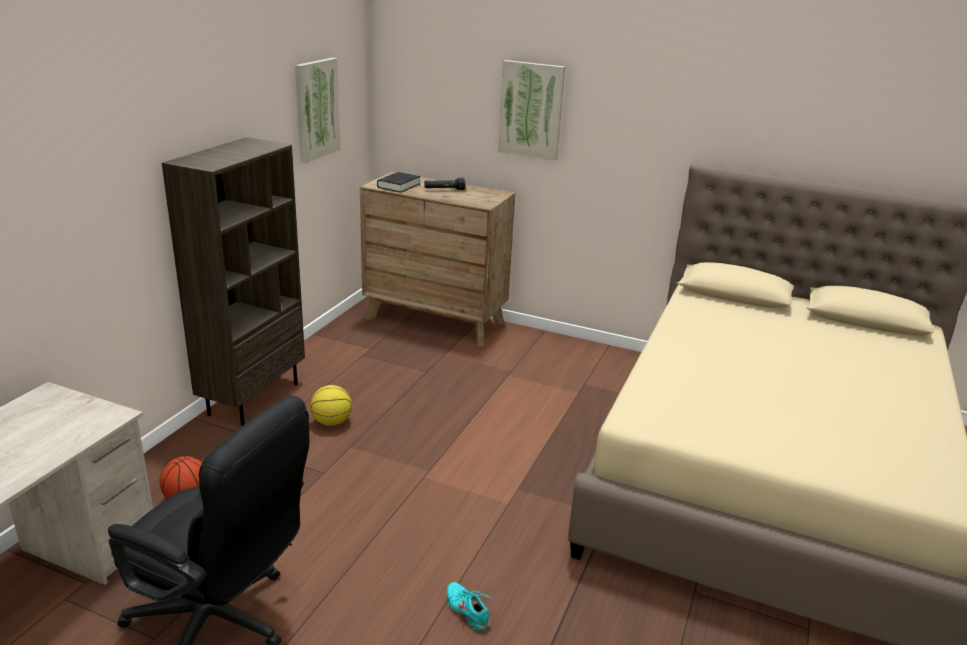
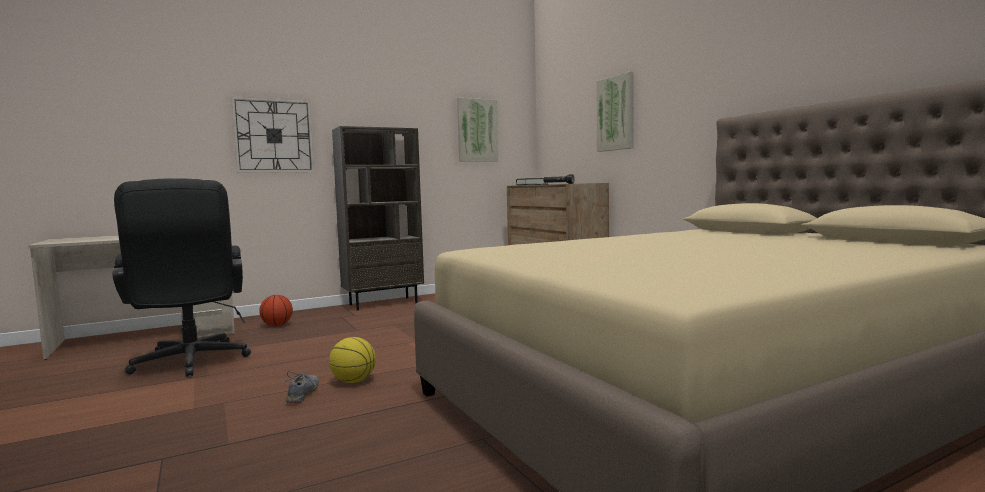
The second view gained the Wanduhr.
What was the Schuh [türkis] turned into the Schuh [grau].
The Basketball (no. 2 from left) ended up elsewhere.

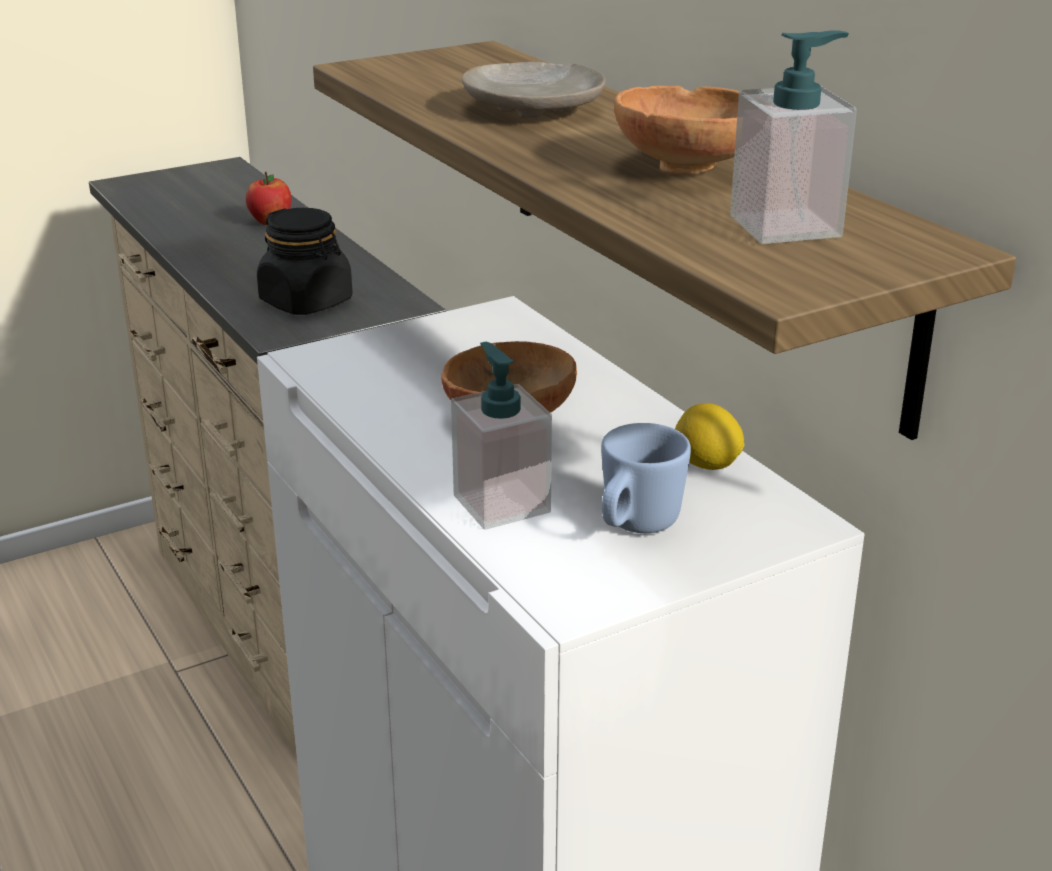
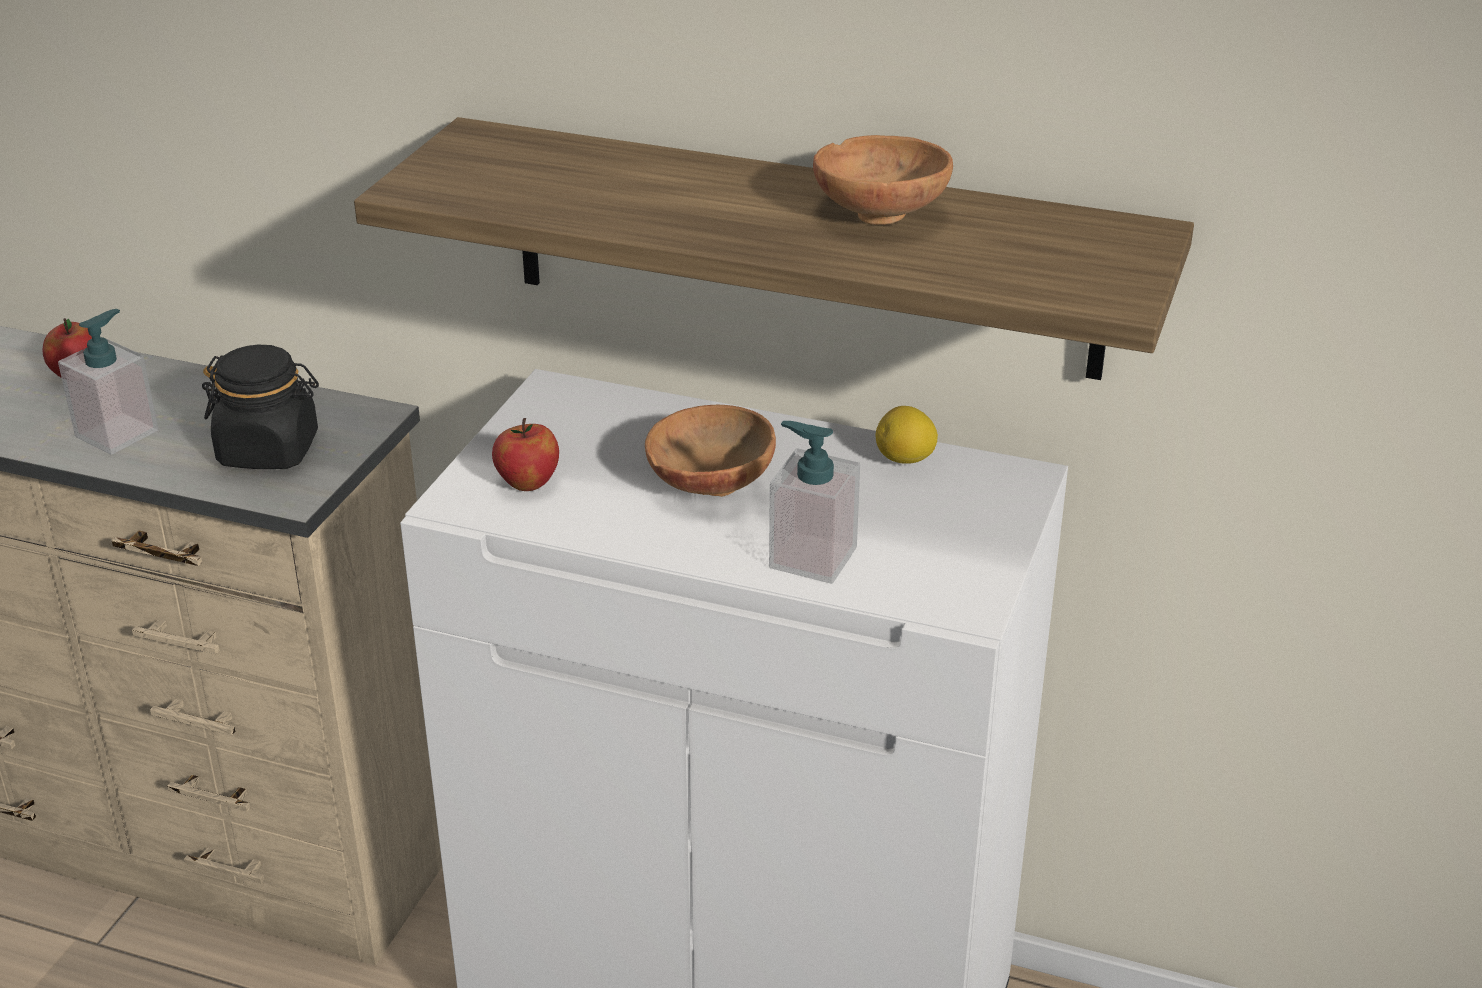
The Seifenspender (no. 2 from left in the first image) ended up elsewhere.
The second view gained the Apfel (no. 2 from left).
The second view lost the Teller [beige].
The second view lost the Henkelbecher [blau].

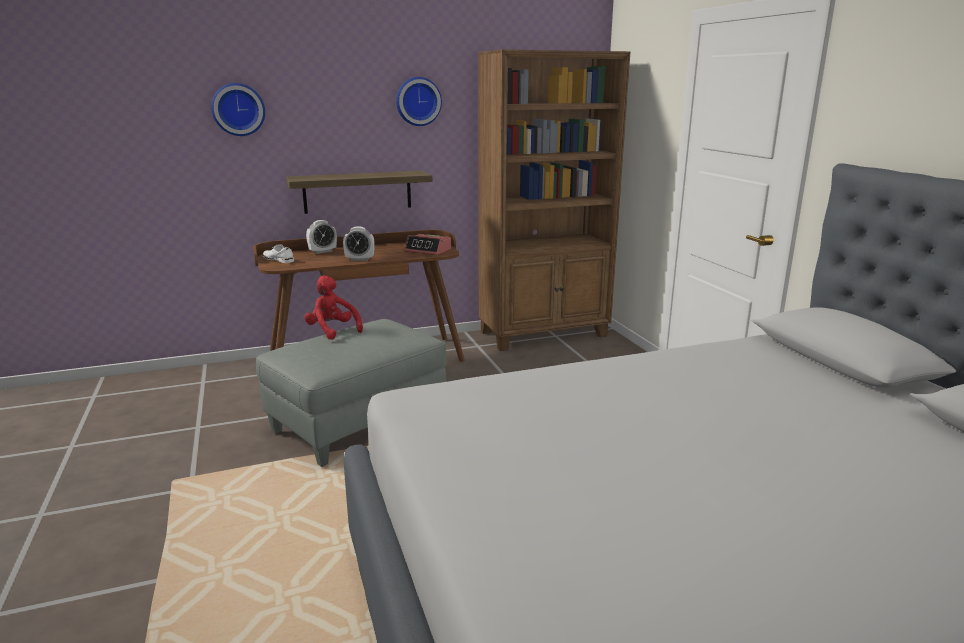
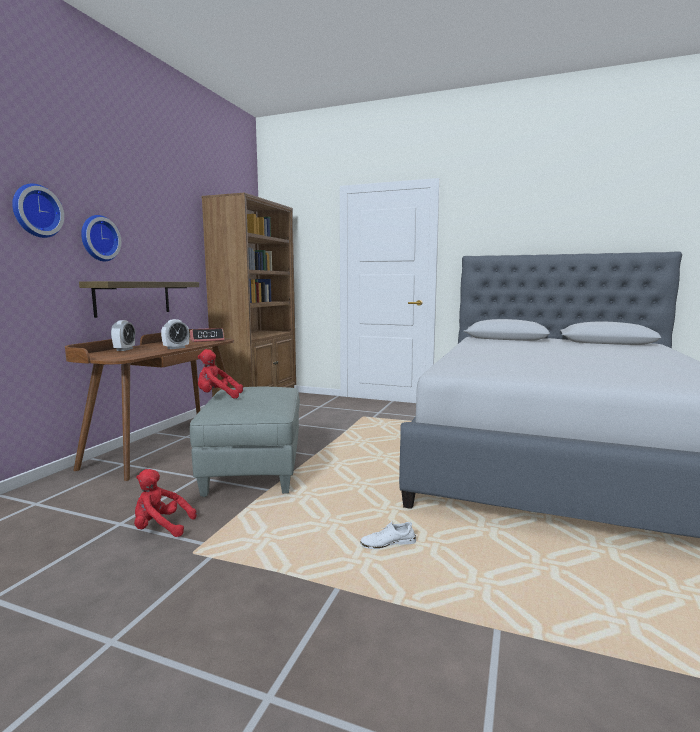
The Wanduhr (no. 2 from left) ended up elsewhere.
The second view gained the Plüschtier [rot] (no. 1 from left).
The Schuh [weiß] ended up elsewhere.

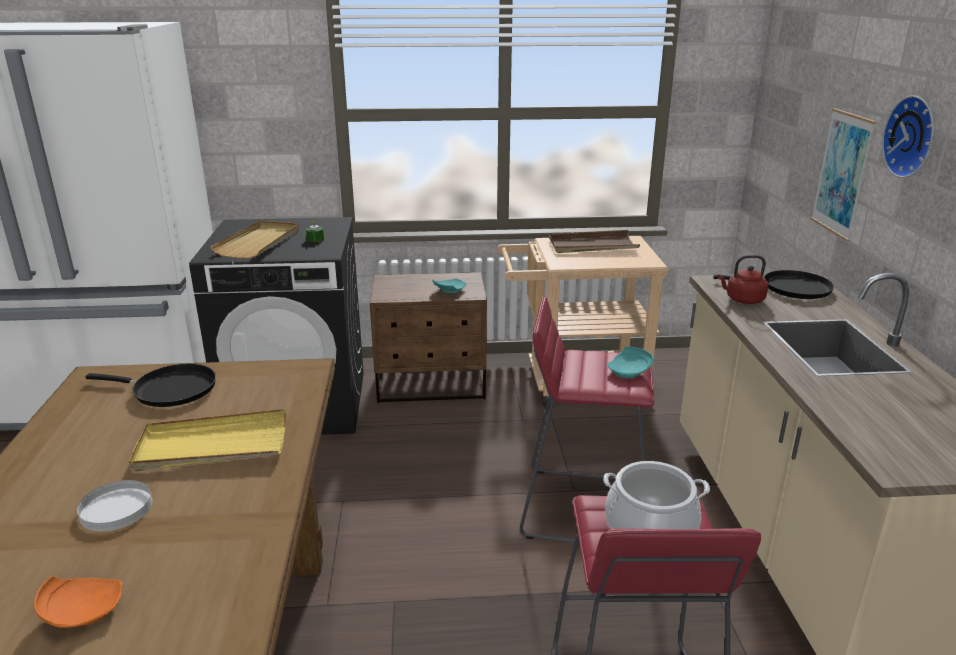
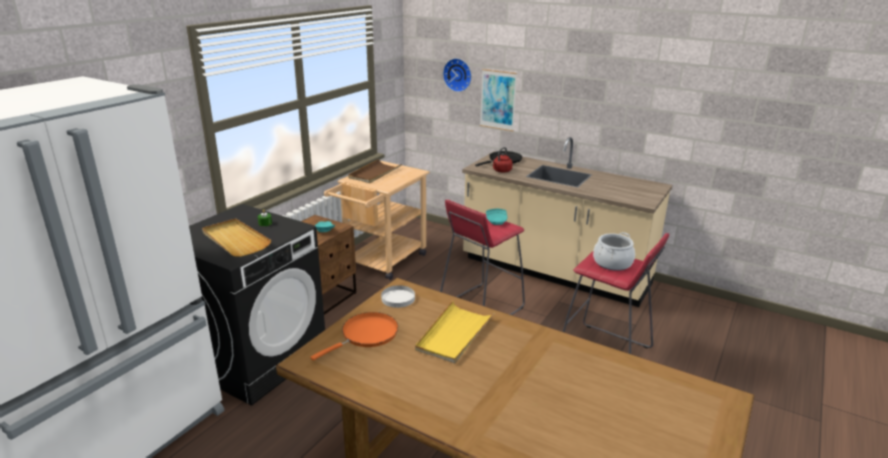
What was the Pfanne [schwarz] (no. 1 from left) turned into the Pfanne [orange].
The Teller [weiß] ended up elsewhere.
The Wanduhr ended up elsewhere.
The second view lost the Teller [orange].

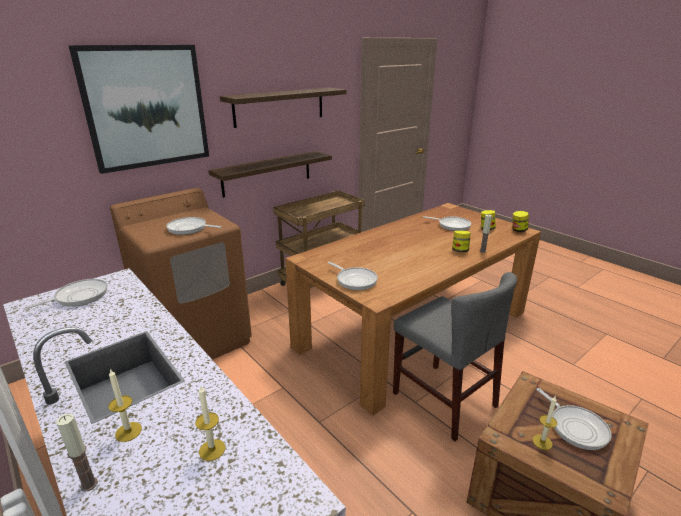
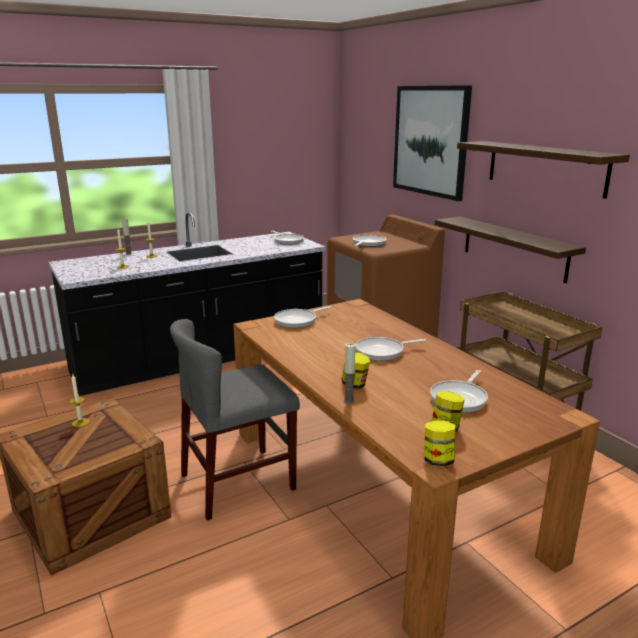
The Pfanne (no. 5 from left in the first image) ended up elsewhere.

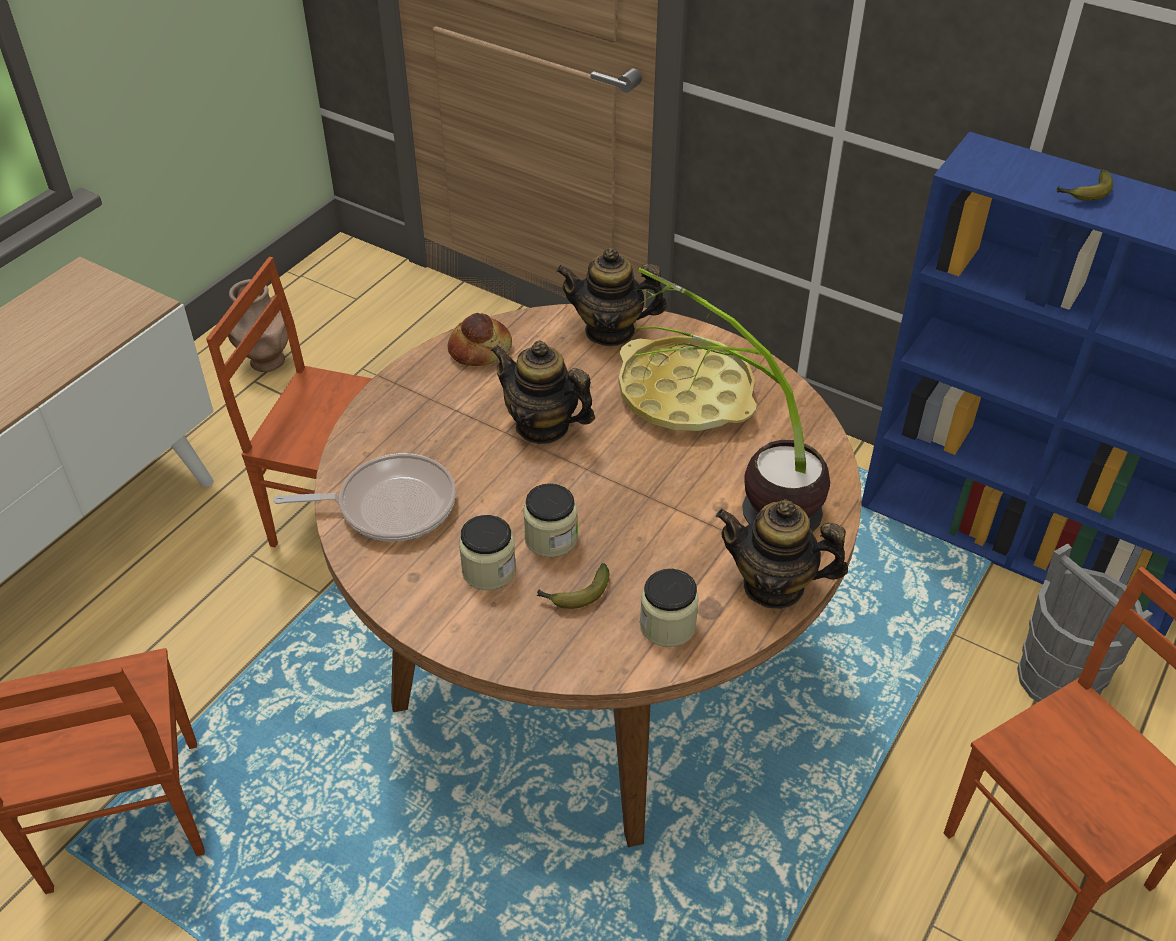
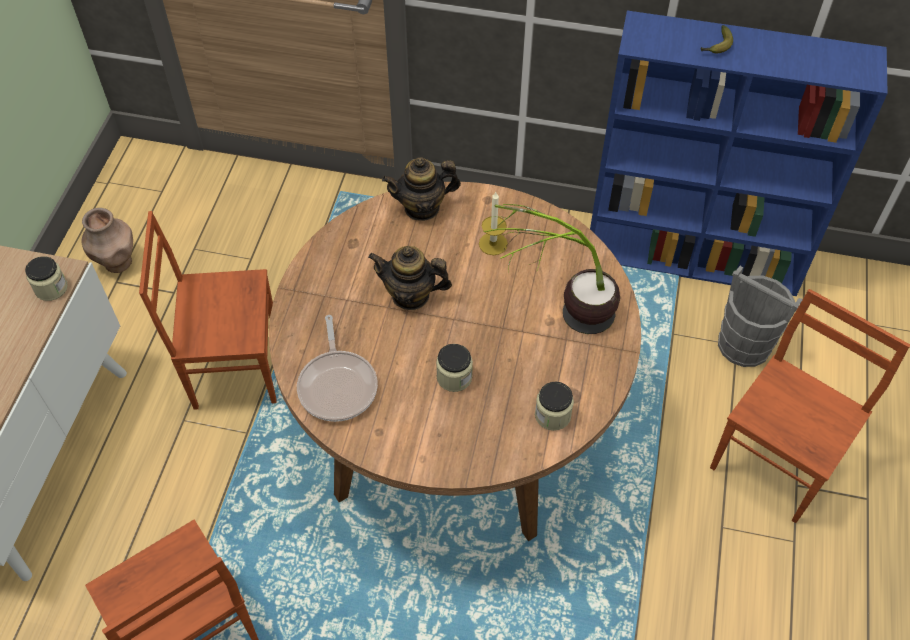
The Vorratsglas (no. 1 from left) ended up elsewhere.
The Pfanne ended up facing another way, 105 degrees clockwise from before.
Where the Tablett [gelb] stood, the Kerze came to stand.
The second view lost the Brot.
The second view lost the Banane (no. 1 from left).
The second view lost the Teekanne (no. 3 from left).

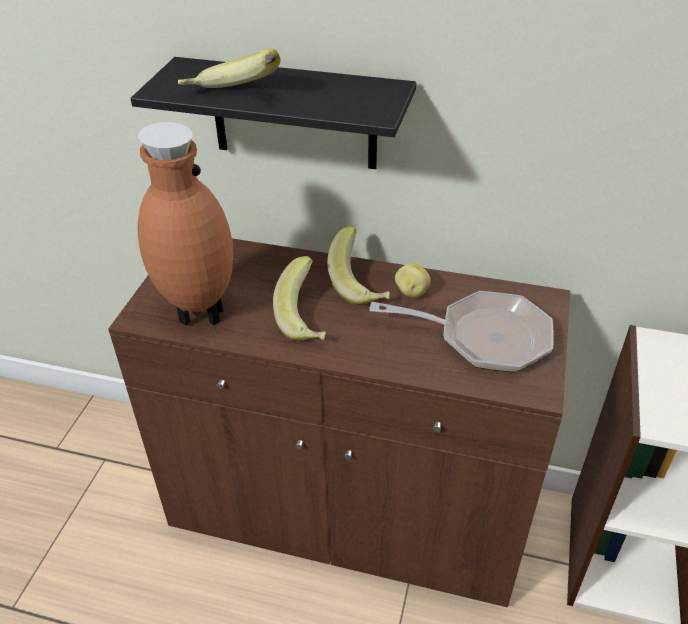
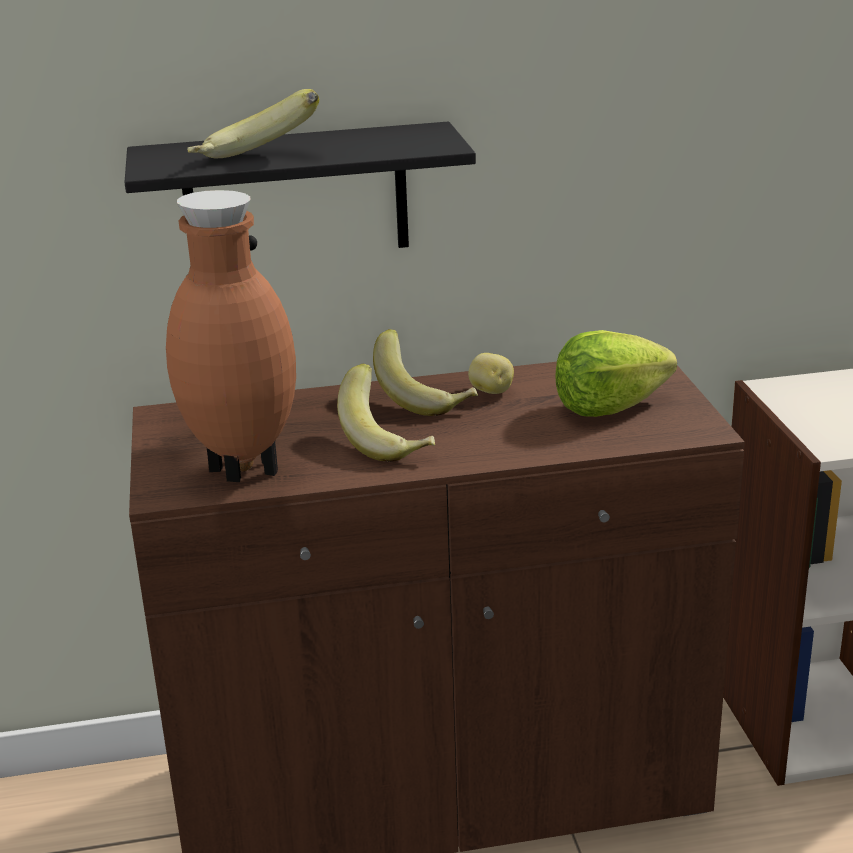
Where the Pfanne stood, the Salatkopf came to stand.

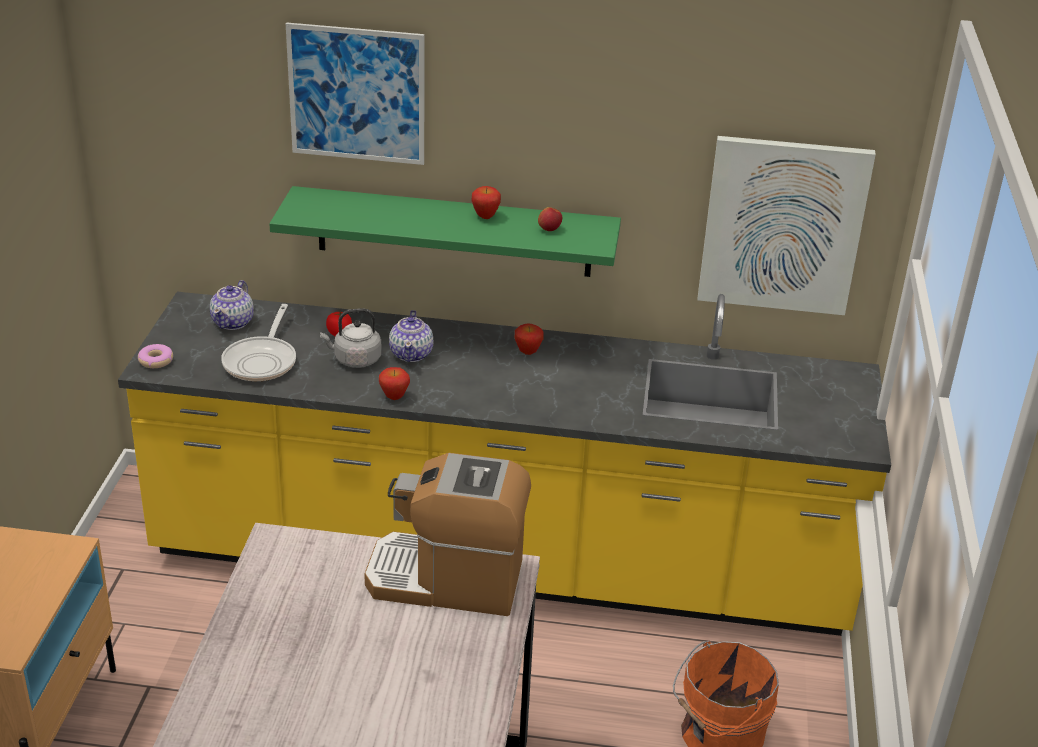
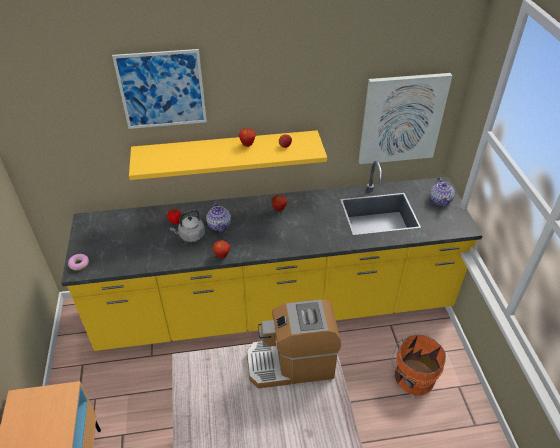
What was the Wandregal [grün] turned into the Wandregal [gelb].
The Teekanne (no. 1 from left in the first image) ended up elsewhere.
The second view lost the Pfanne.

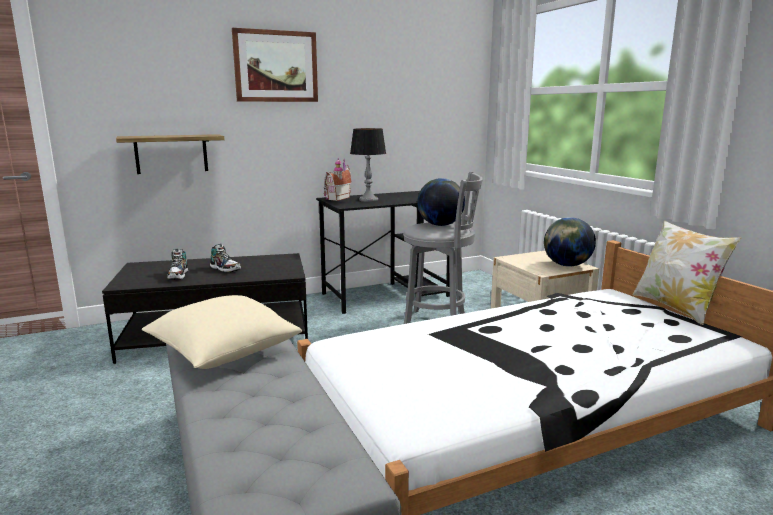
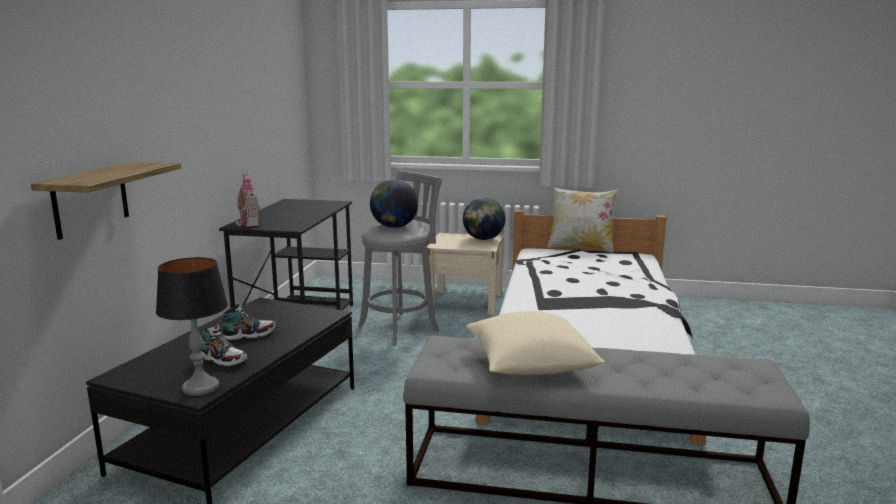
The Tischlampe ended up elsewhere.
The second view lost the Bild.

